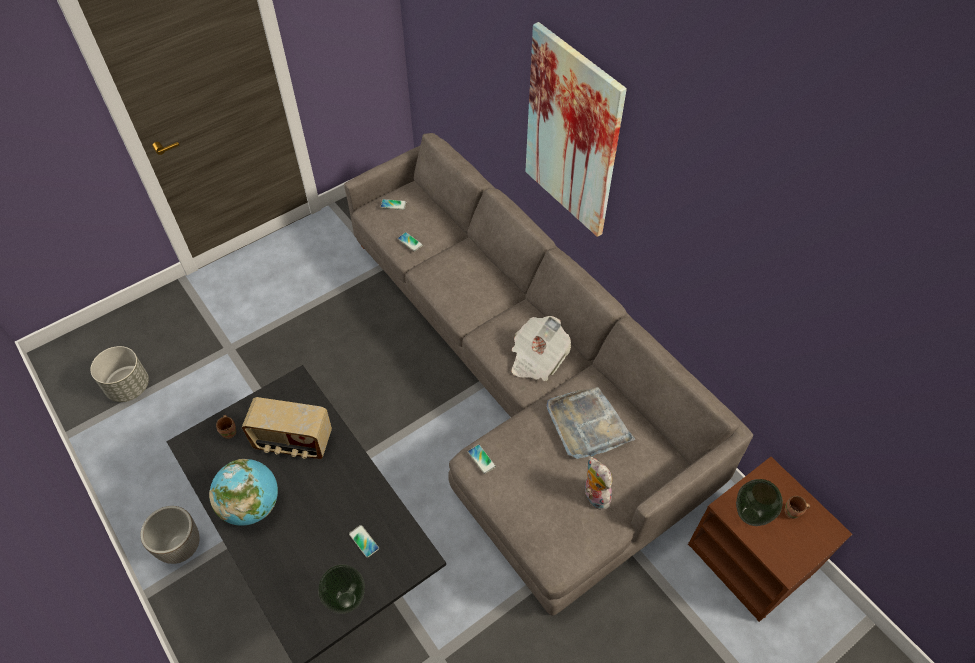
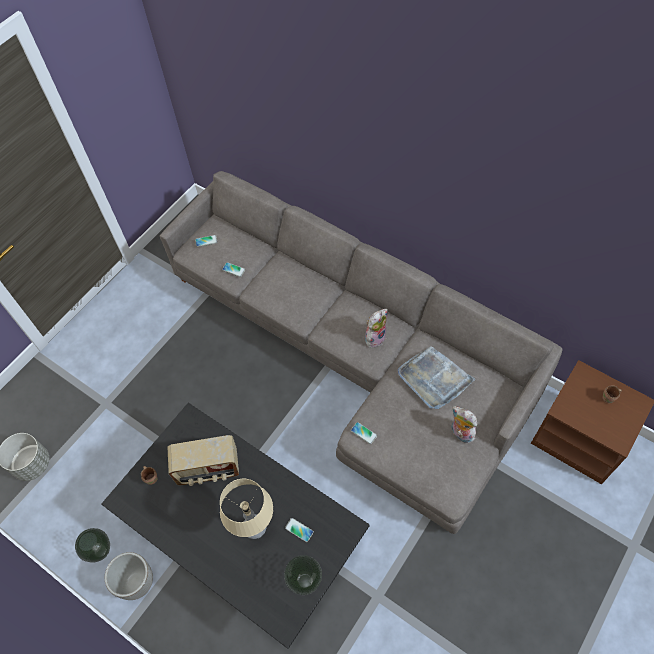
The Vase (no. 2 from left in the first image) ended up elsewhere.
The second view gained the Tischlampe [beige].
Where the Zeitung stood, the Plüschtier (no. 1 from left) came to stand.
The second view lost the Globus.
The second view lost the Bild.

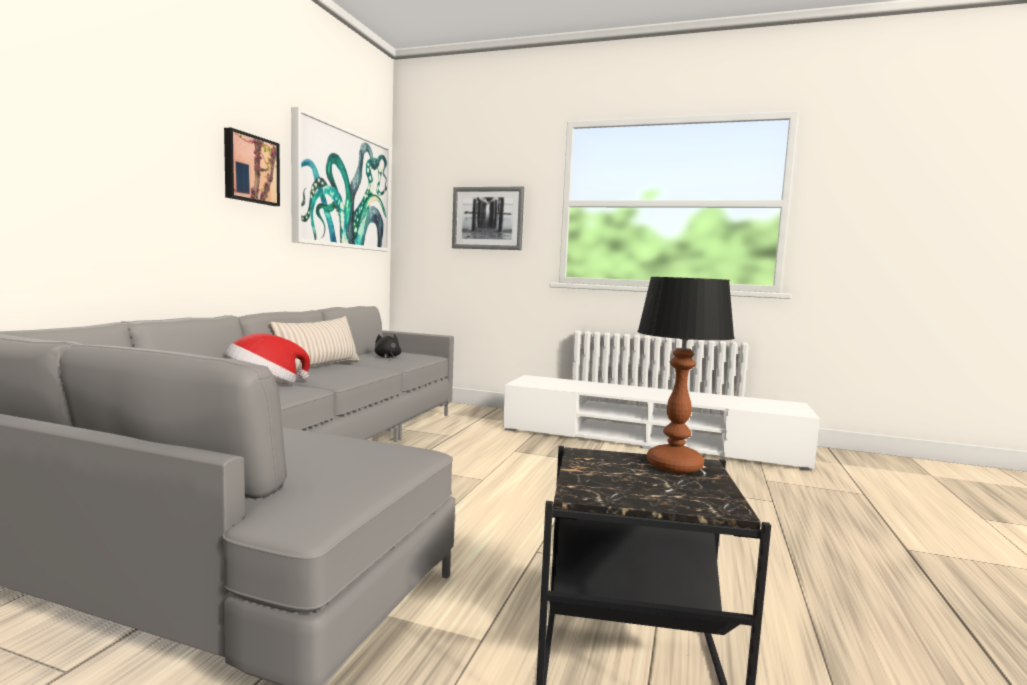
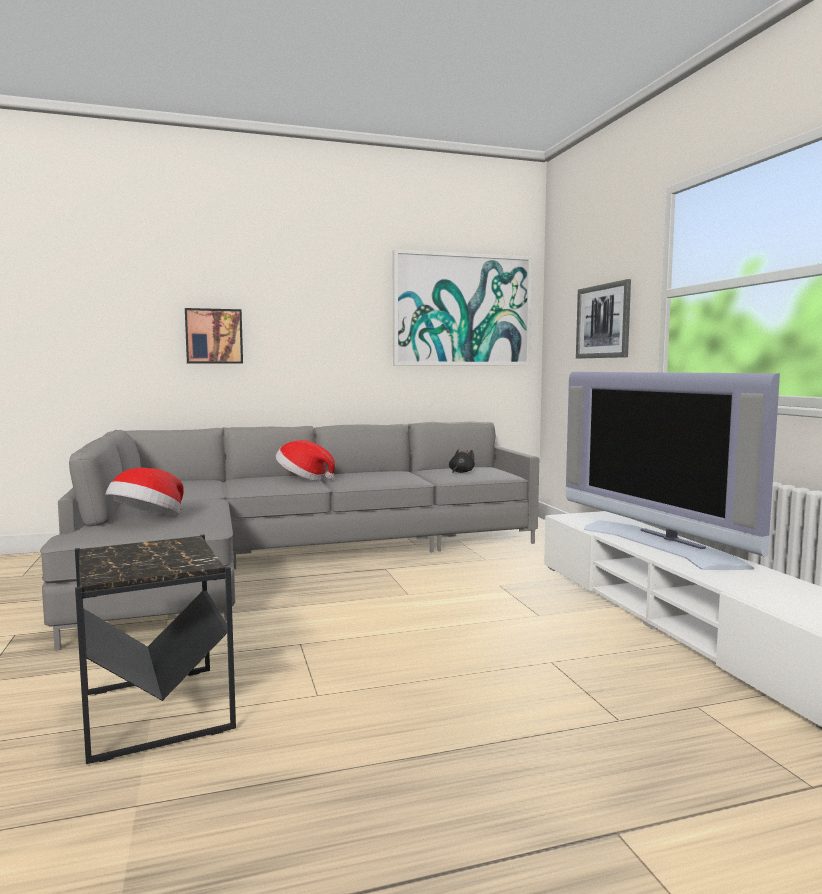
The second view gained the Hut (no. 1 from left).
The Bild (no. 1 from left) ended up elsewhere.
The second view gained the Fernseher.
The second view lost the Kissen [beige].
The second view lost the Tischlampe.

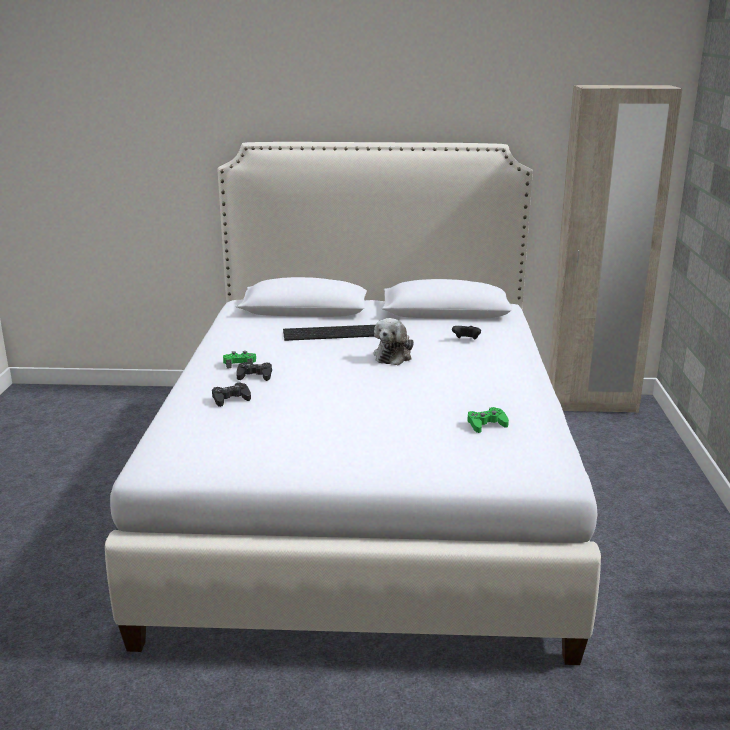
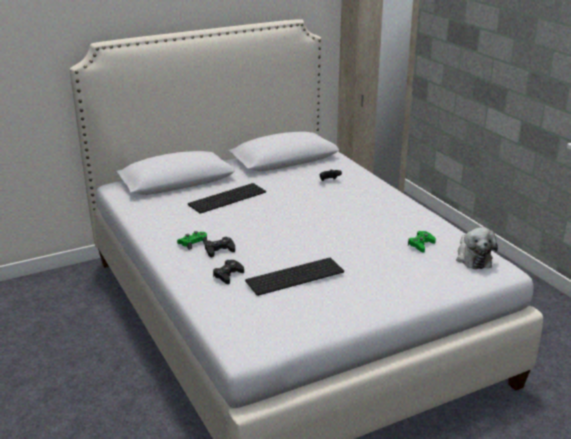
The second view gained the Tastatur (no. 2 from left).
The Plüschtier ended up elsewhere.

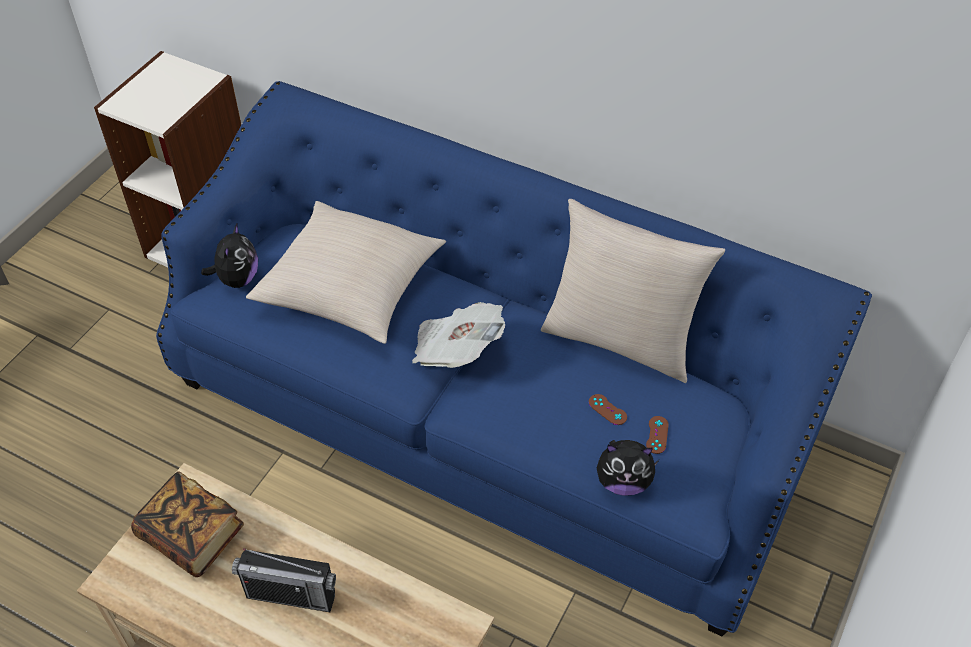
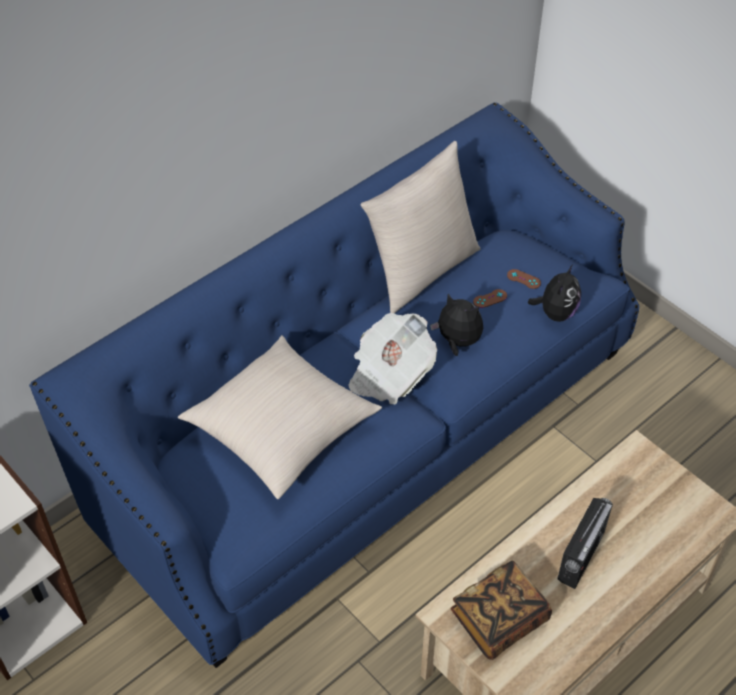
The Plüschtier (no. 1 from left) ended up elsewhere.

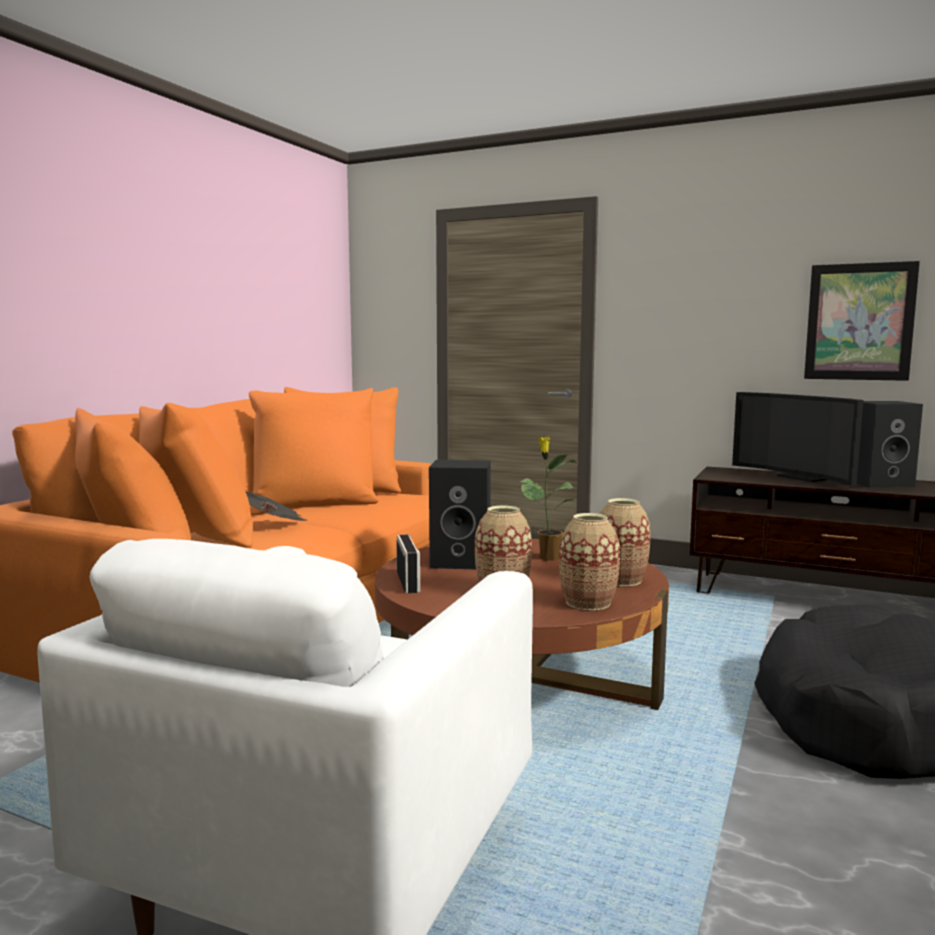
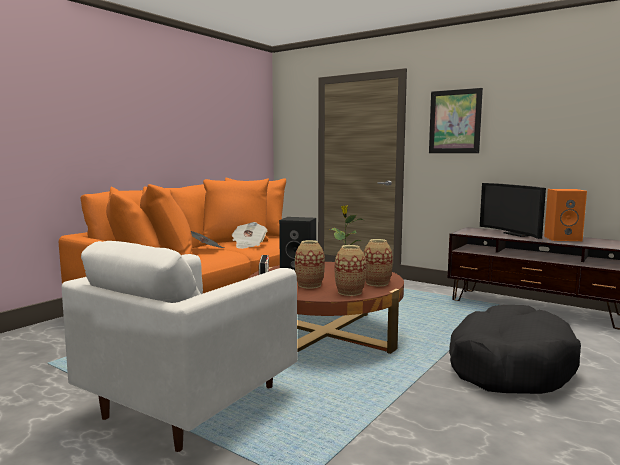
The second view gained the Zeitung (no. 2 from left).
The Bild ended up elsewhere.
What was the Lautsprecher [schwarz] (no. 2 from left) turned into the Lautsprecher [orange].

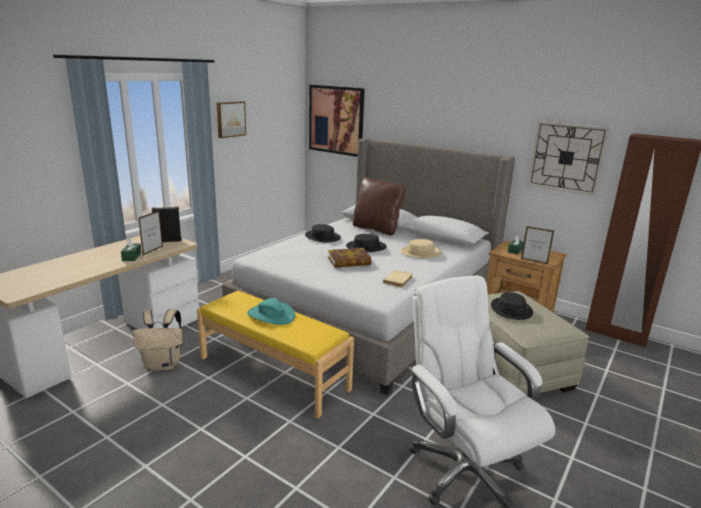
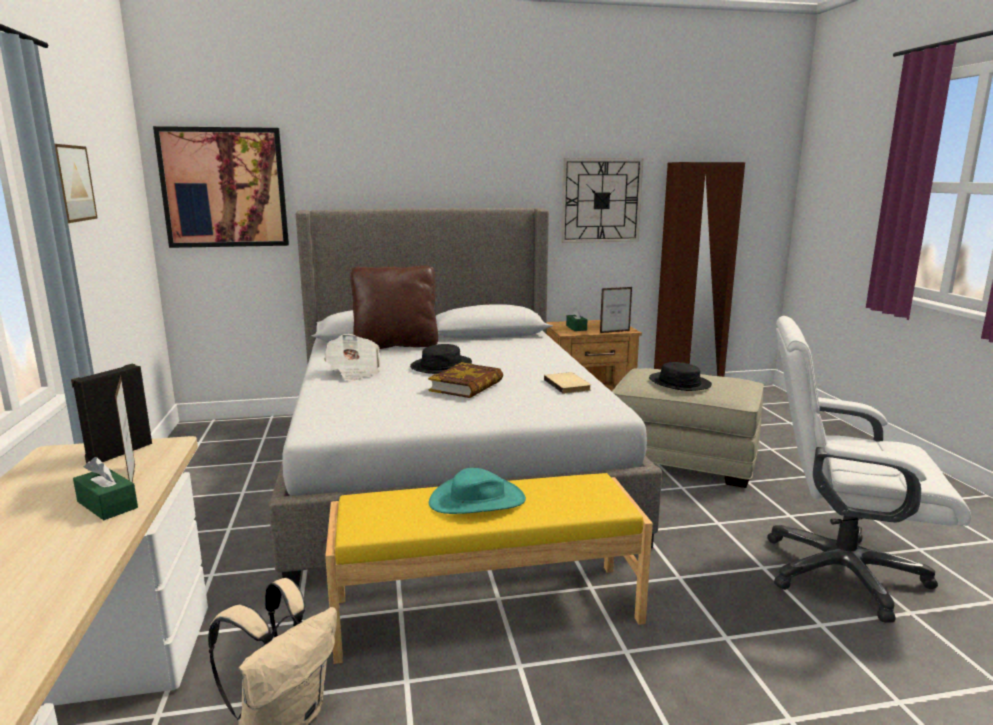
Where the Hut [schwarz] (no. 1 from left) stood, the Zeitung came to stand.
The second view lost the Hut [beige].

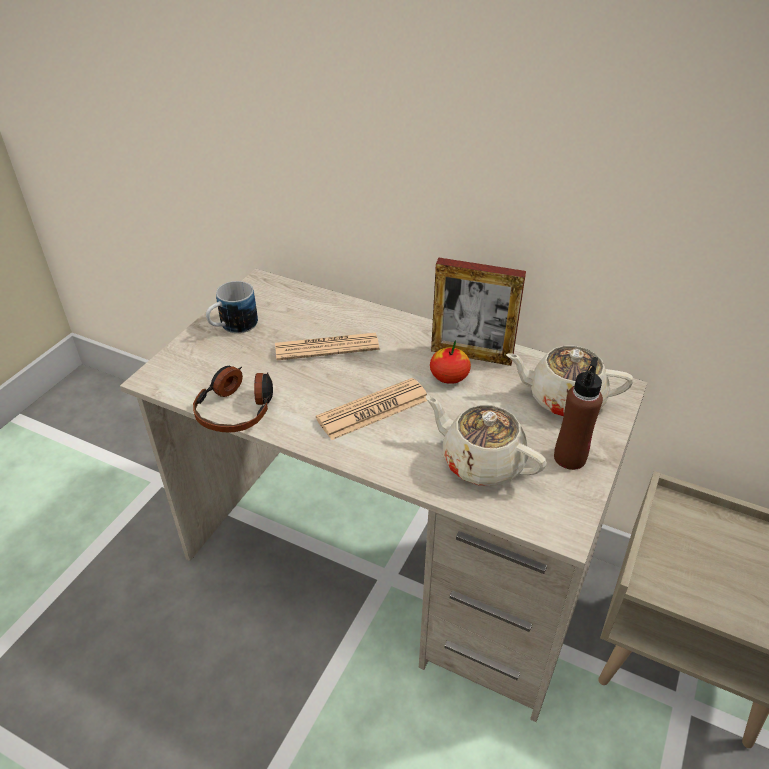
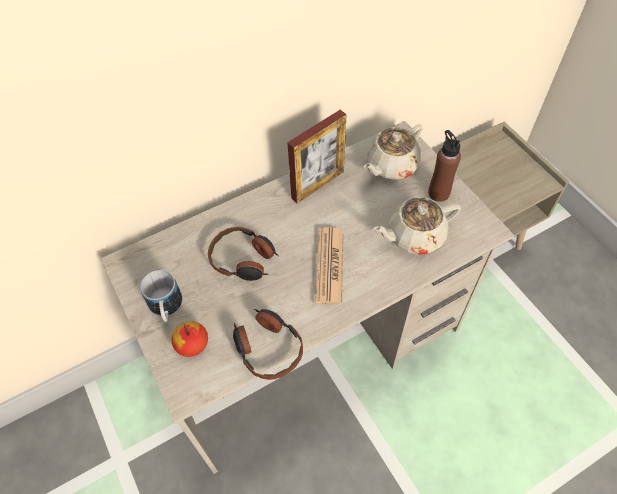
The Apfel ended up elsewhere.
Where the Zeitung (no. 1 from left) stood, the Kopfhörer (no. 1 from left) came to stand.

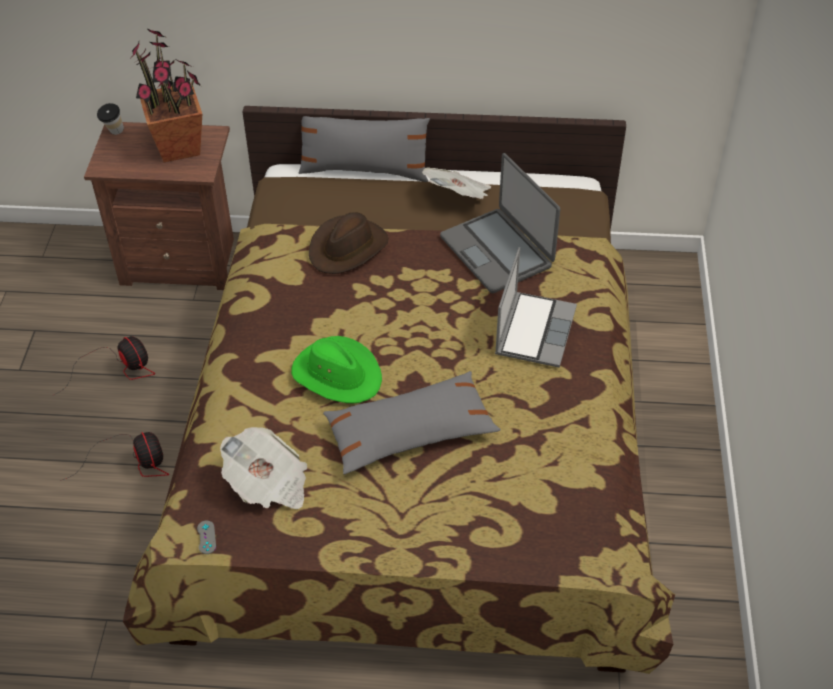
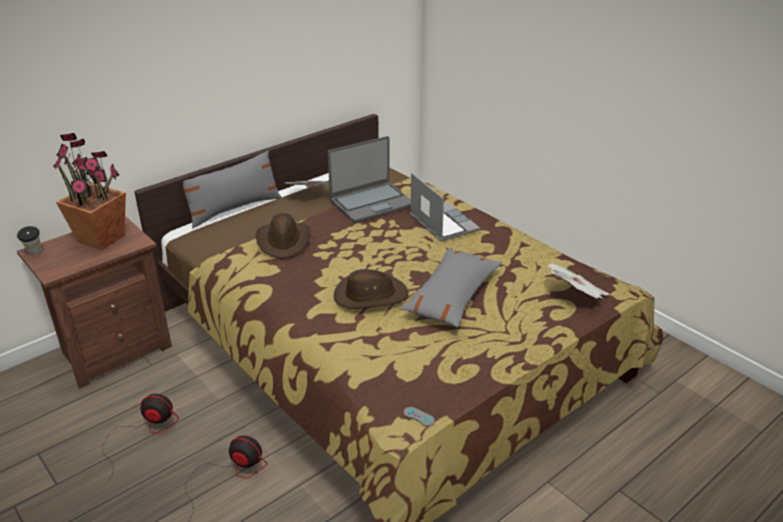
The Laptop (no. 1 from left) ended up facing another way, 45 degrees counterclockwise from before.
What was the Hut [grün] turned into the Hut [braun] (no. 2 from left).
The Zeitung (no. 1 from left in the first image) ended up elsewhere.

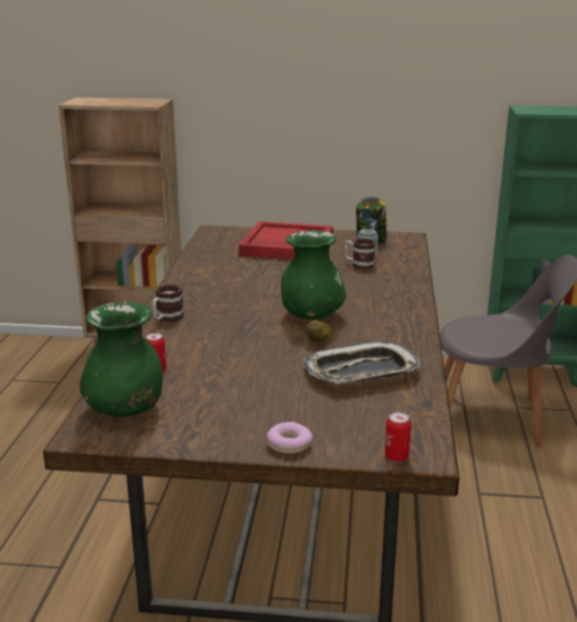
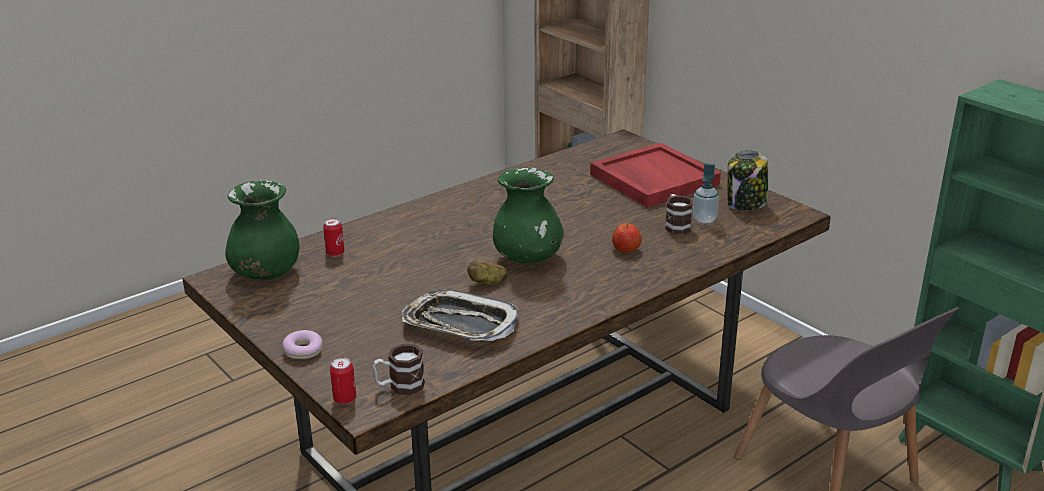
The Henkelbecher (no. 1 from left) ended up elsewhere.
The second view gained the Apfel.

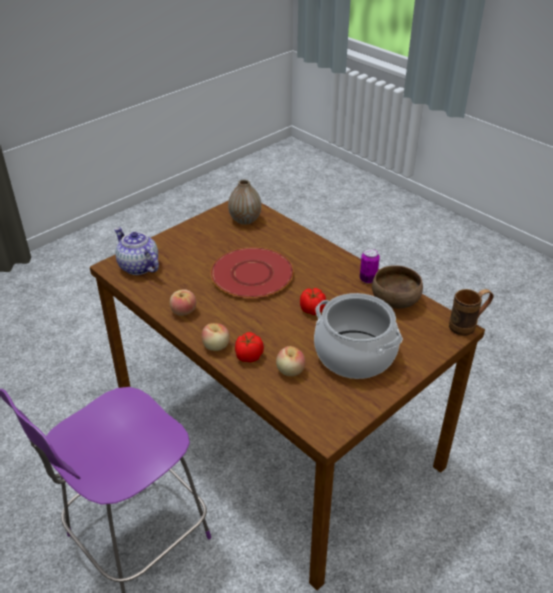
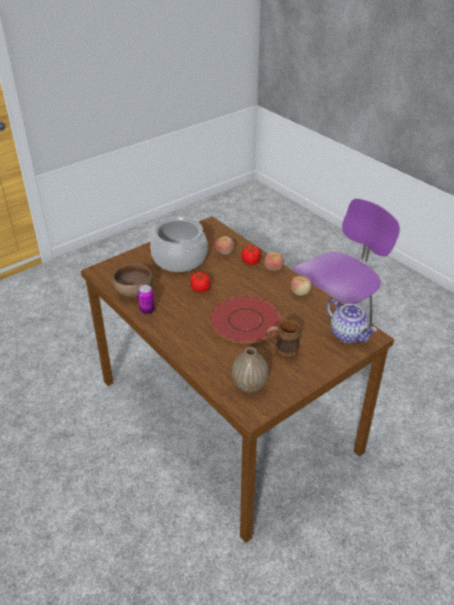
The Henkelbecher [braun] ended up elsewhere.

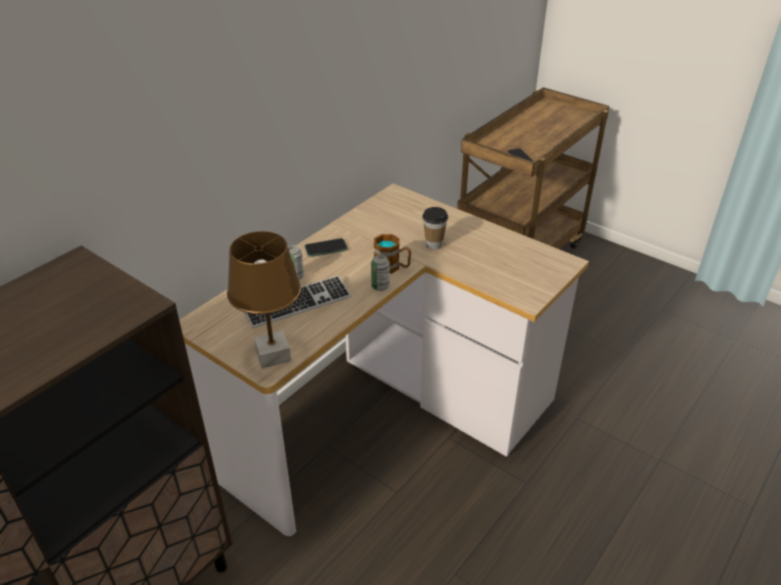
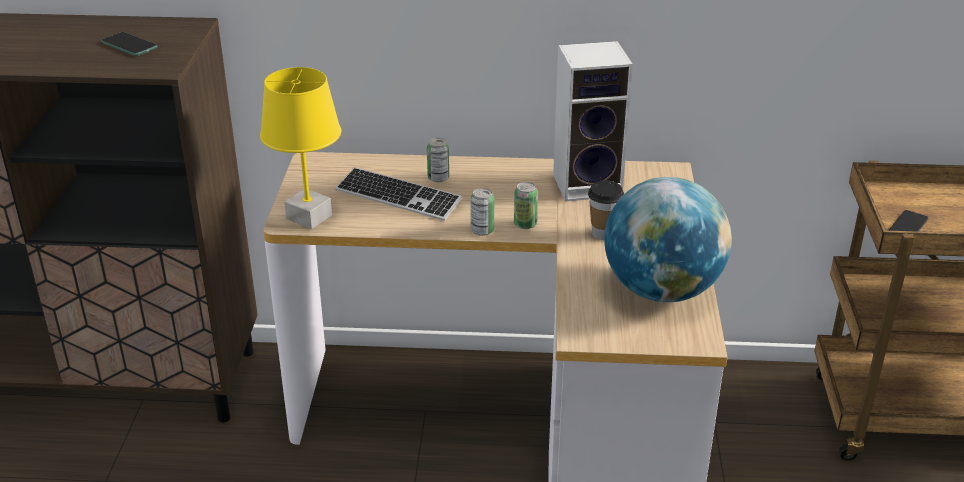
The Handy (no. 1 from left) ended up elsewhere.
What was the Tischlampe [braun] turned into the Tischlampe [gelb].
Where the Henkelbecher stood, the Dose (no. 3 from left) came to stand.
The second view gained the Lautsprecher.
The second view gained the Globus.

